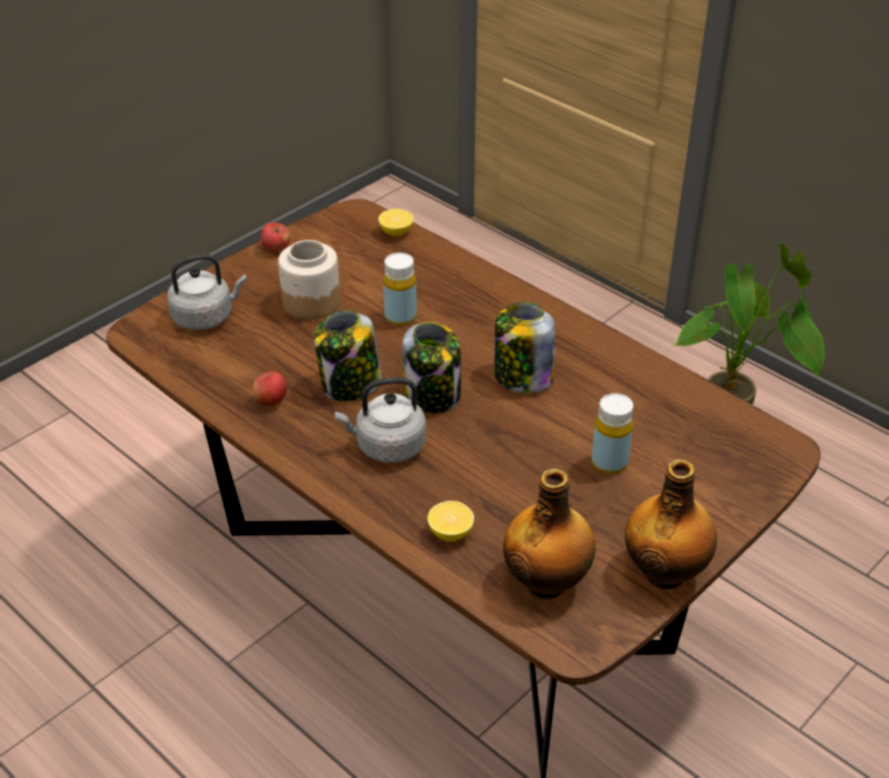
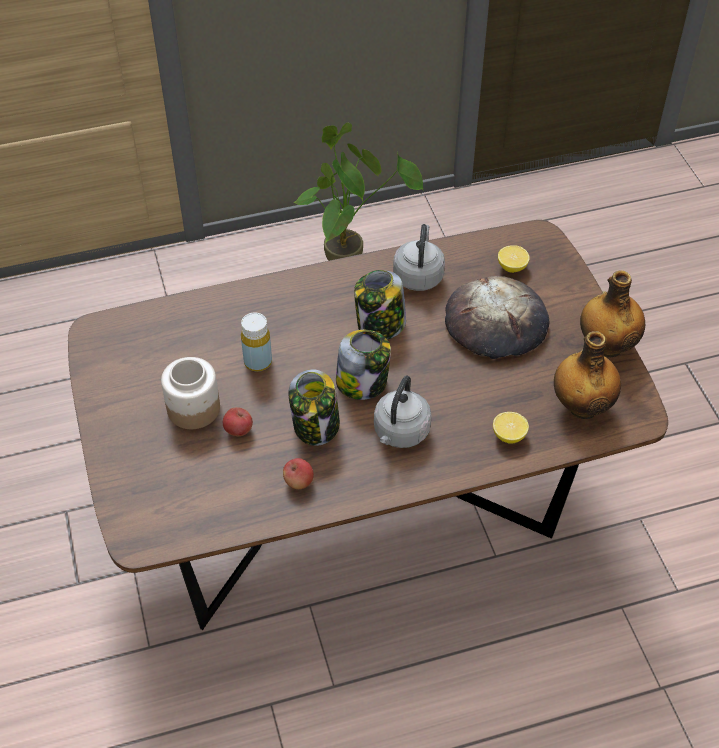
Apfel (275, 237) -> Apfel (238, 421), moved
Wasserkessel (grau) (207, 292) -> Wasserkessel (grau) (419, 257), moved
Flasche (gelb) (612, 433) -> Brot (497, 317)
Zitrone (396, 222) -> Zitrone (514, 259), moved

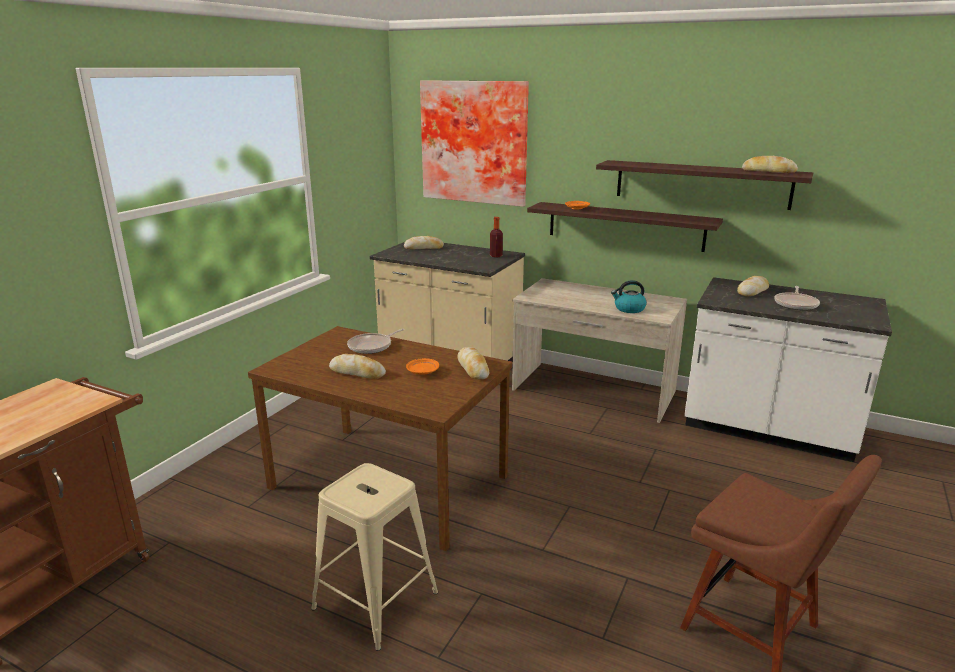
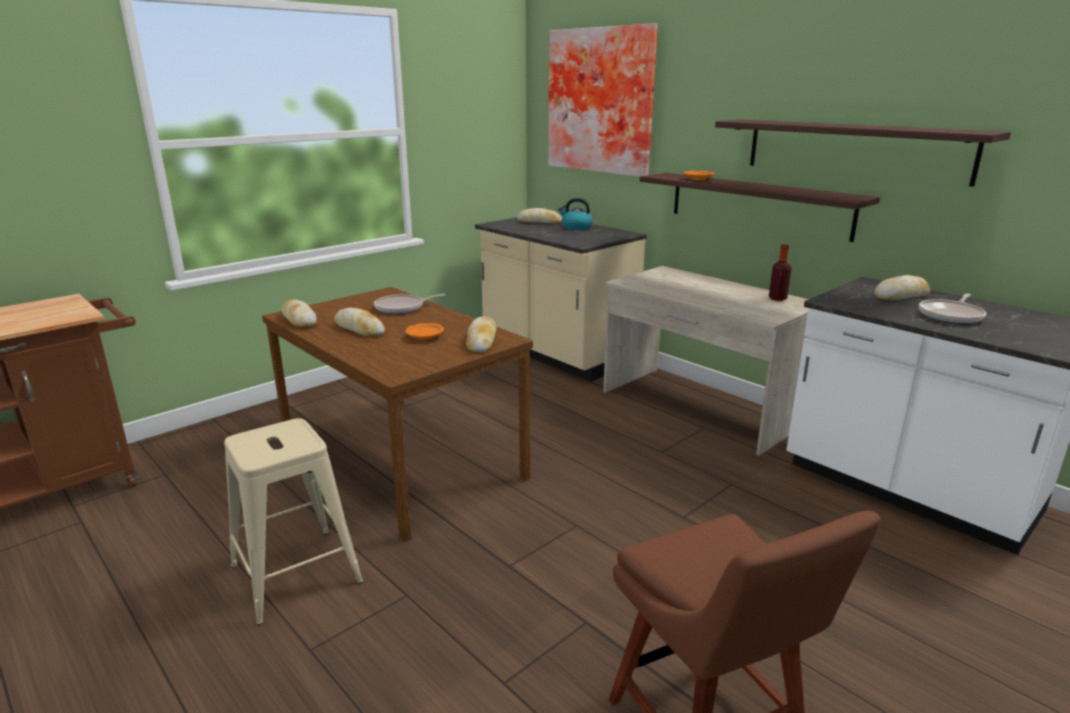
Brot (770, 164) -> Brot (299, 313), moved
Wasserkessel (629, 296) -> Wasserkessel (575, 214), moved
Flasche (496, 237) -> Flasche (780, 272), moved

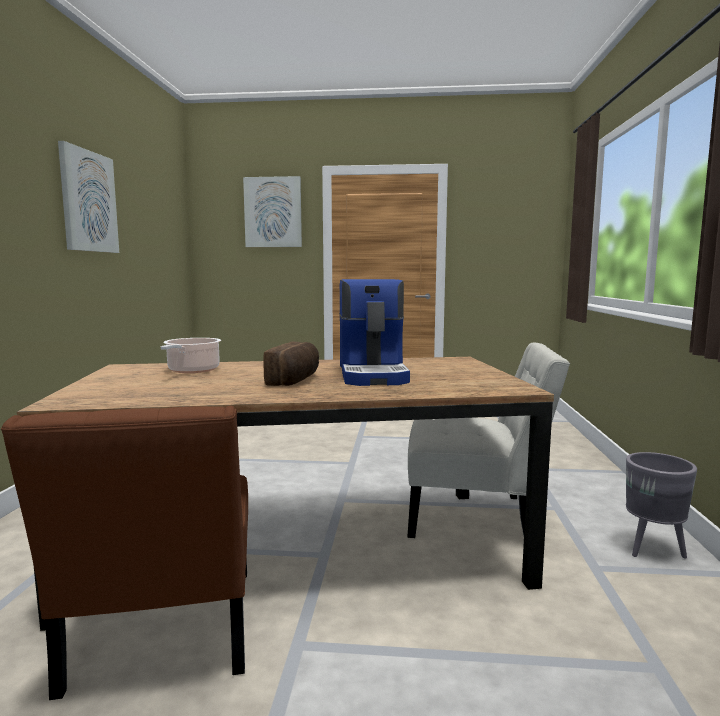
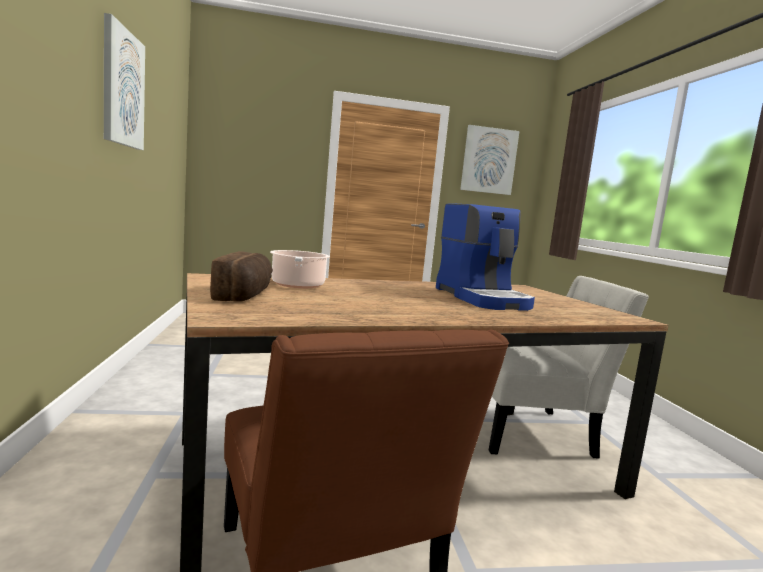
Brot (291, 364) -> Brot (241, 276), moved
Bild (272, 211) -> Bild (490, 160), moved
Pflanzkübel (grau) (661, 505) -> none

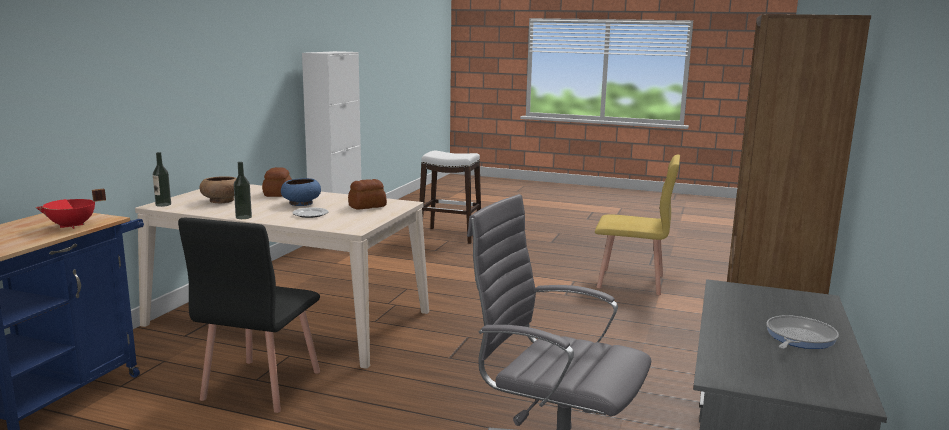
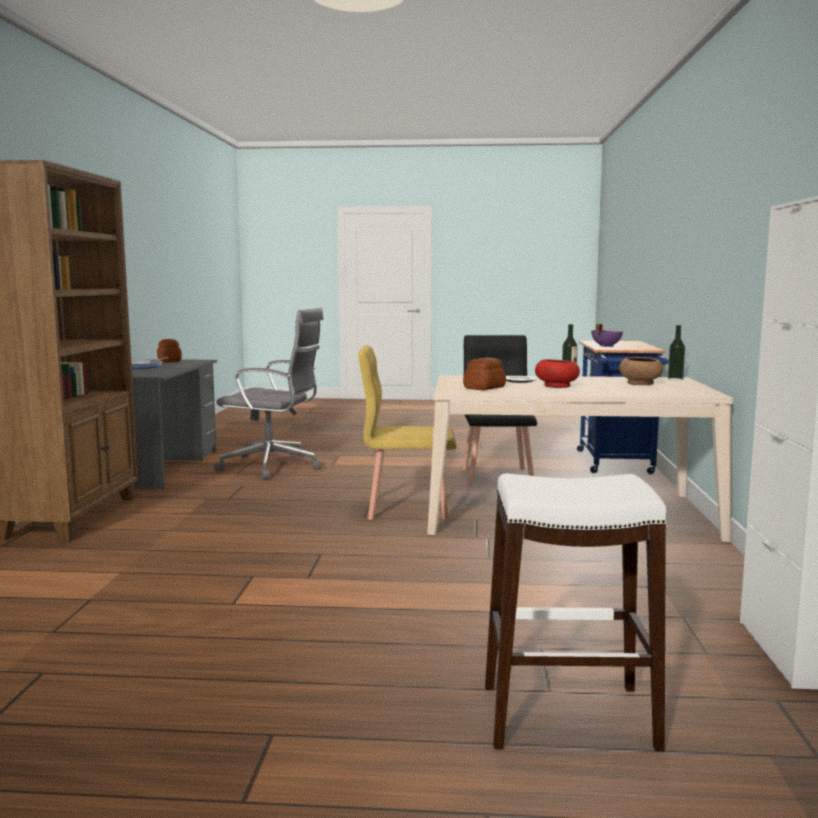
Brot (277, 182) -> Brot (169, 351), moved
Stuhl (gelb) (637, 225) -> Stuhl (gelb) (407, 432), moved
Schüssel (blau) (301, 192) -> Schüssel (rot) (557, 373)
Kochtopf (rot) (70, 209) -> Kochtopf (lila) (607, 335)

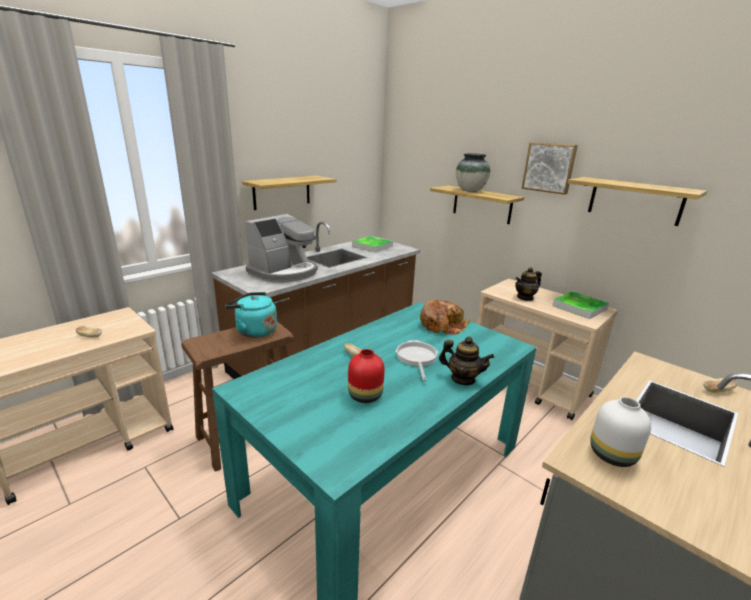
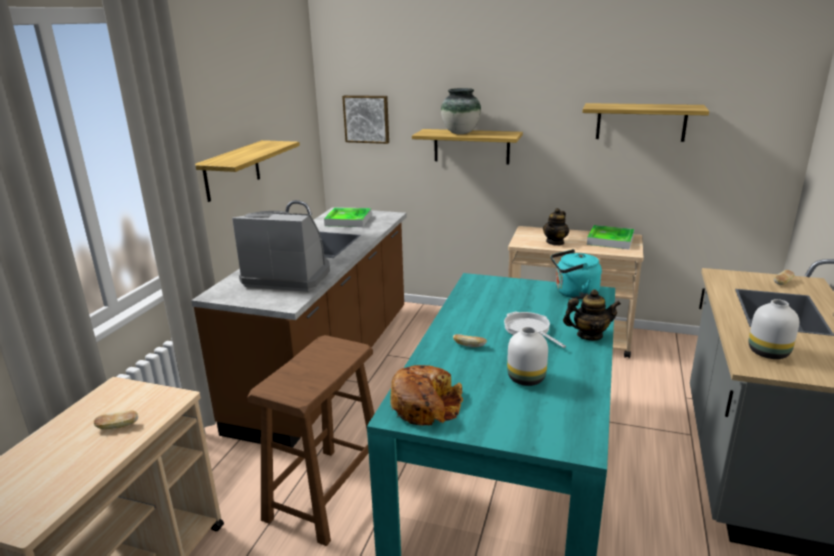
Kaffeemaschine (281, 248) -> Kaffeemaschine (281, 251), 90 degrees counterclockwise
Bild (550, 168) -> Bild (365, 119), moved
Brot (444, 317) -> Brot (426, 395), moved
Vase (rot) (366, 376) -> Vase (weiß) (527, 356)
Wasserkessel (türkis) (251, 315) -> Wasserkessel (türkis) (576, 274), moved

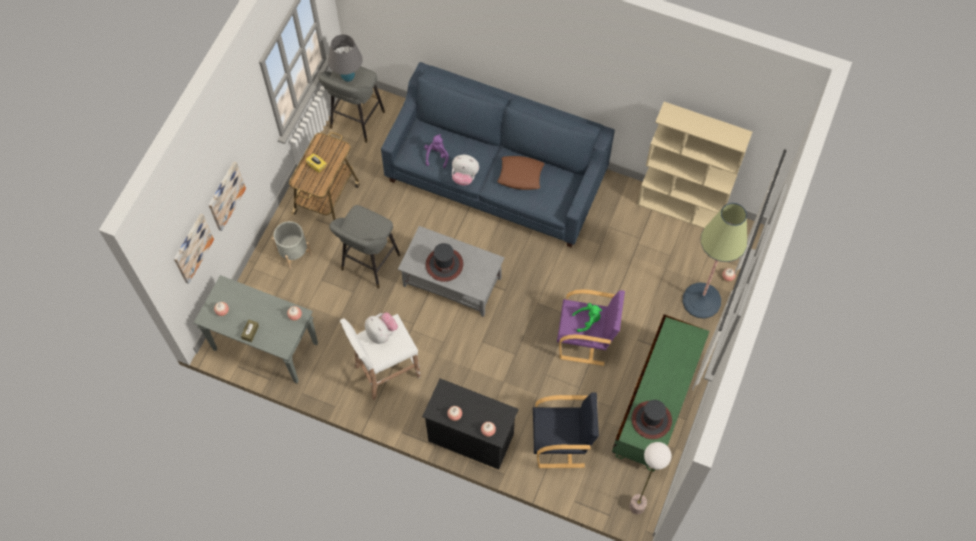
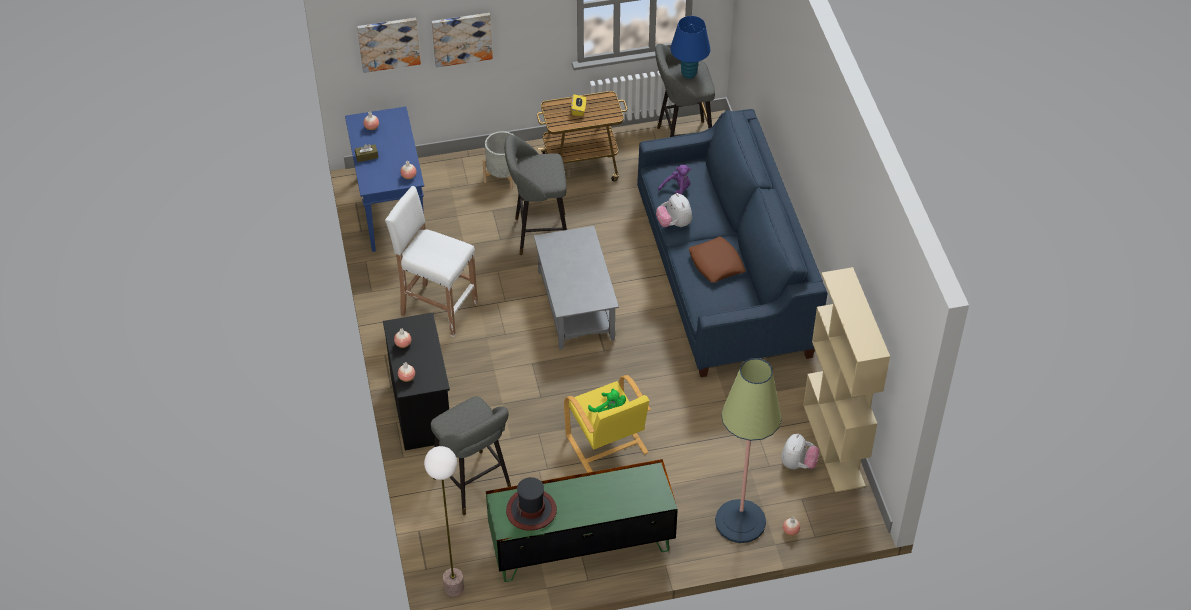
Konsolentisch (grau) (256, 329) -> Konsolentisch (blau) (384, 179)
Sessel (schwarz) (566, 430) -> Hocker (grau) (471, 455)
Sessel (lila) (591, 327) -> Sessel (gelb) (607, 424)
Tischlampe (grau) (345, 58) -> Tischlampe (blau) (690, 47)
Plüschtier (381, 328) -> Plüschtier (800, 451), moved
Hut (444, 262) -> none

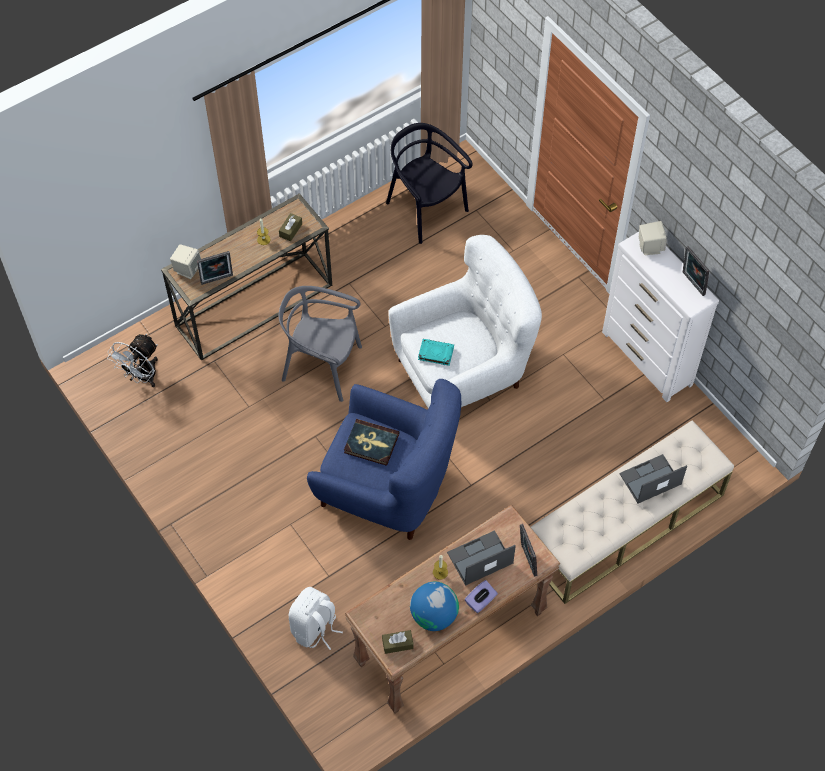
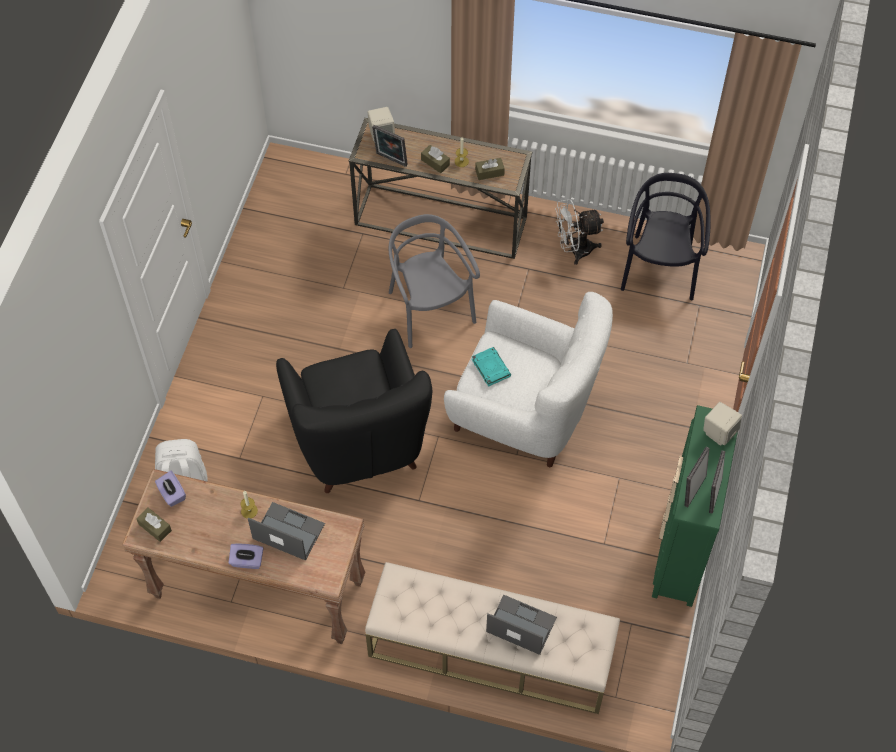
none -> Taschentuchbox (lila) (170, 488)
Sessel (blau) (384, 459) -> Sessel (schwarz) (354, 411)
none -> Taschentuchbox (braun) (435, 159)
Ventilator (weiß) (132, 360) -> Ventilator (weiß) (579, 232), moved
Kommode (weiß) (660, 317) -> Kommode (grün) (695, 506)
Bilderrahmen (528, 550) -> Bilderrahmen (697, 476), moved
Buch (371, 442) -> none
Globus (434, 606) -> none

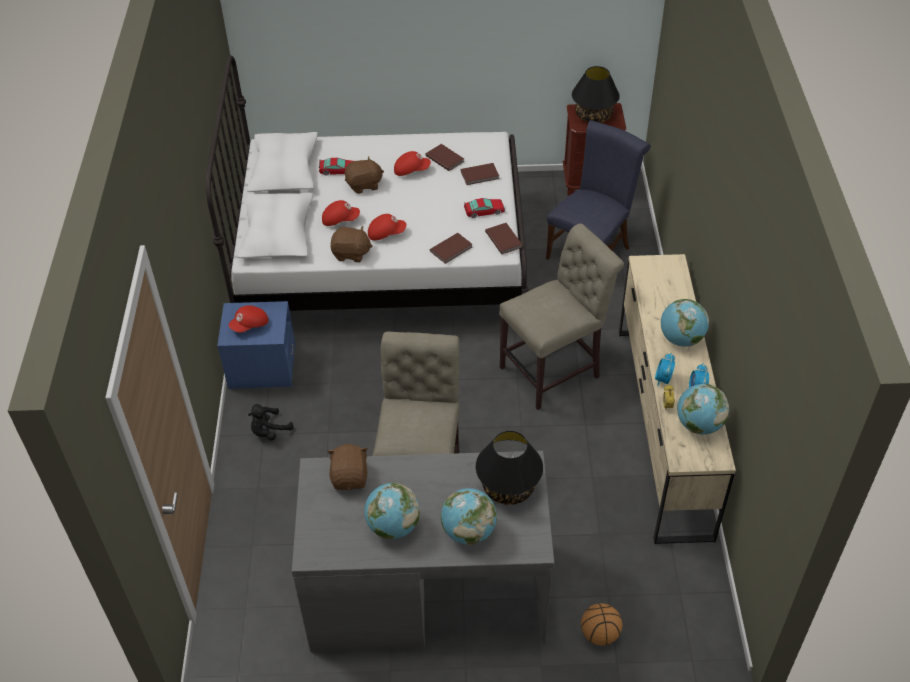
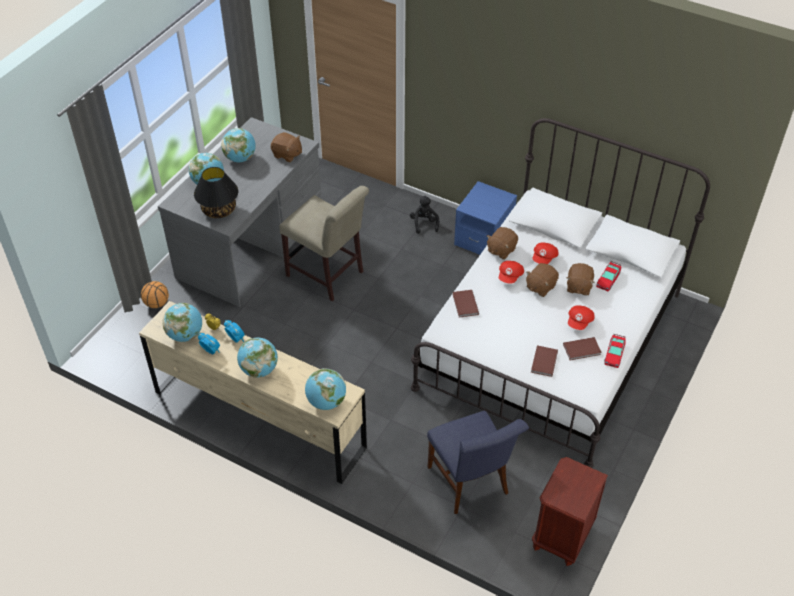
none -> Globus (325, 389)
none -> Plüschtier (braun) (542, 280)
Spielzeugauto (484, 208) -> Spielzeugauto (615, 351), moved
Kappe (rot) (249, 319) -> none
Buch (braun) (503, 238) -> none
Stuhl (beige) (561, 316) -> none
Tischlampe (schwarz) (596, 94) -> none

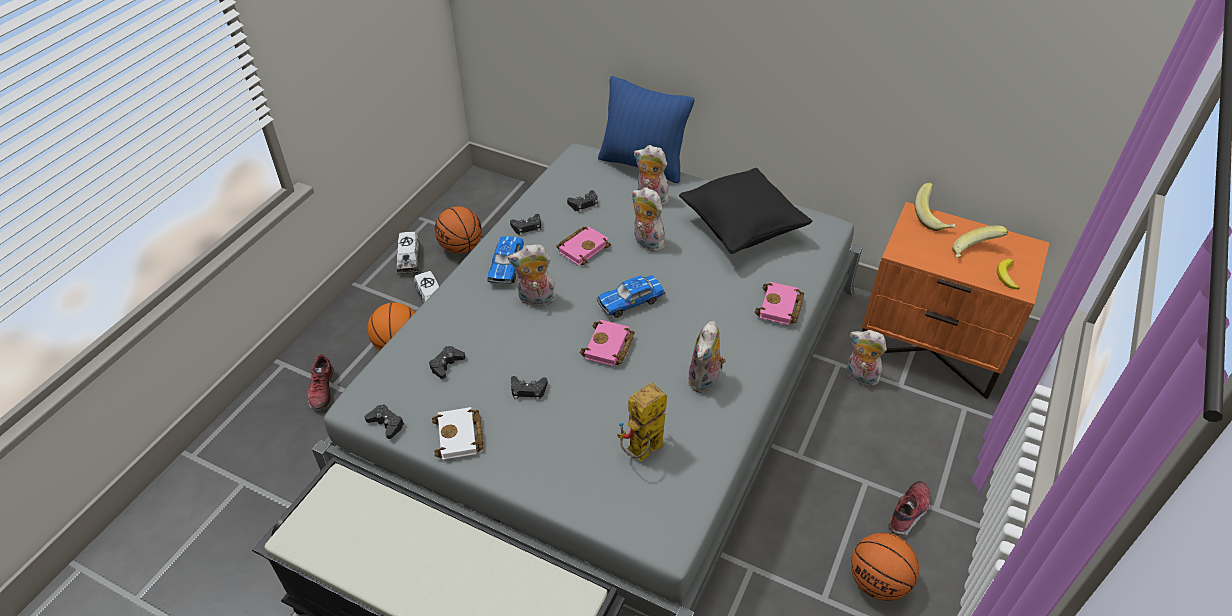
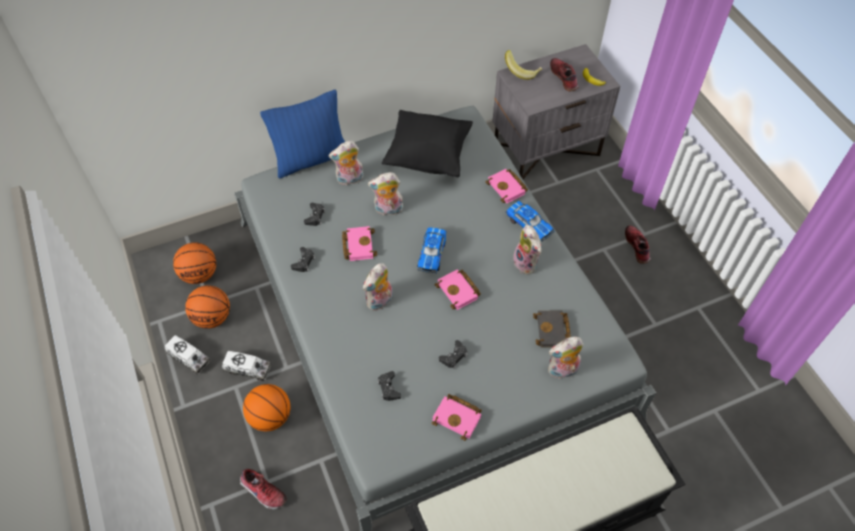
Basketball (885, 567) -> Basketball (194, 263), moved
Buch (weiß) (457, 433) -> Buch (rosa) (457, 417)
Nachttisch (orange) (956, 300) -> Nachttisch (grau) (556, 111)
Spielzeugauto (505, 260) -> Spielzeugauto (529, 221), moved
Spielzeugroboter (642, 422) -> Buch (schwarz) (552, 329)
Plüschtier (867, 358) -> Plüschtier (566, 357), moved
Banane (980, 241) -> Schuh (564, 75)
Gamepad (schwarz) (384, 421) -> none

